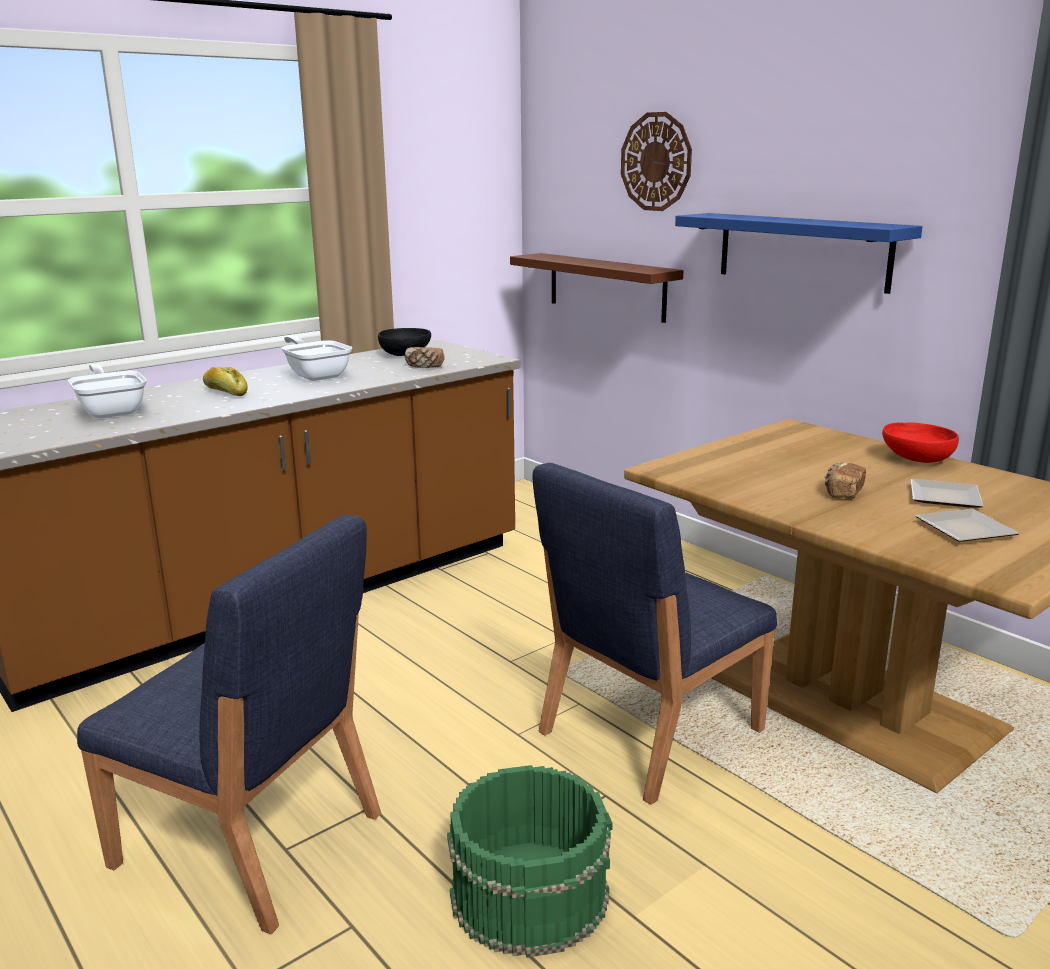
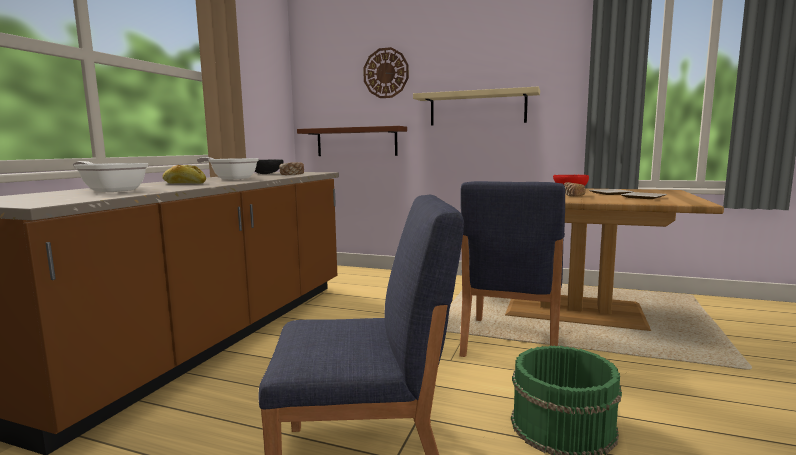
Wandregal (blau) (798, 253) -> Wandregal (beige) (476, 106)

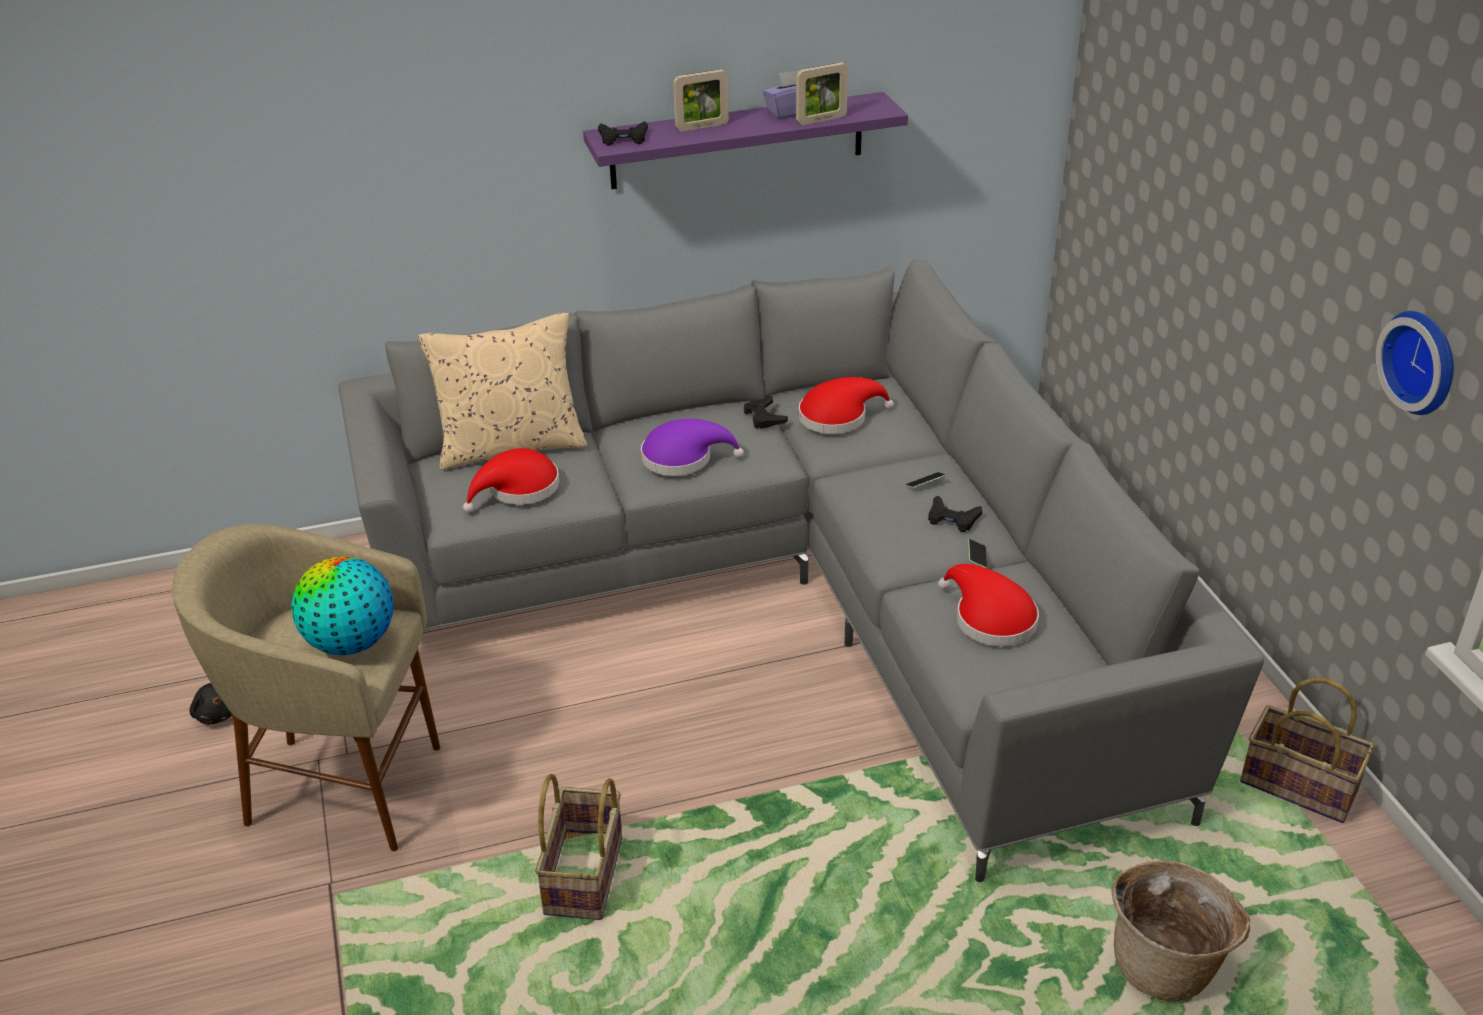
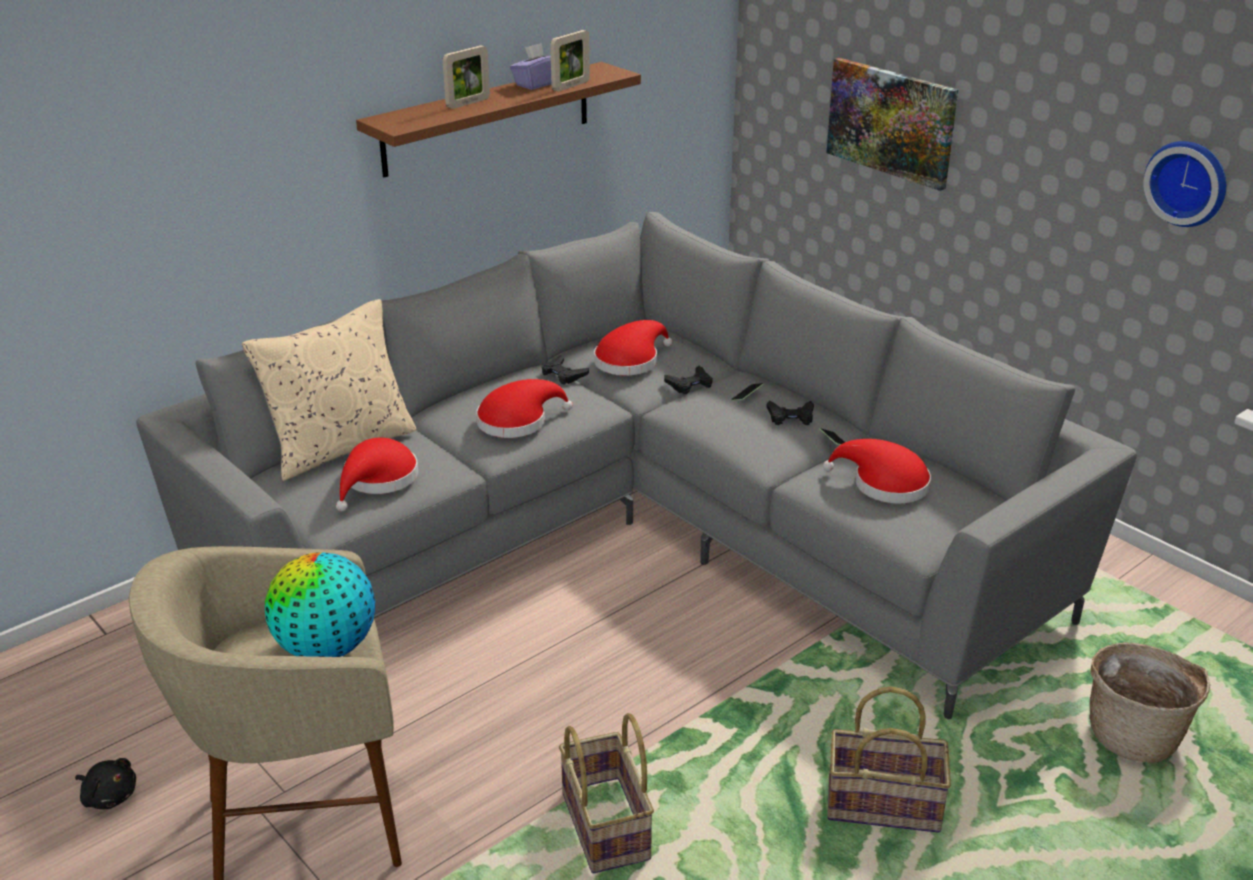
Wandregal (lila) (745, 140) -> Wandregal (braun) (498, 119)
Hut (lila) (692, 447) -> Hut (rot) (524, 408)
Gamepad (schwarz) (623, 133) -> Gamepad (schwarz) (688, 380), moved
none -> Bild (892, 124)
Korb (1307, 750) -> Korb (889, 759), moved

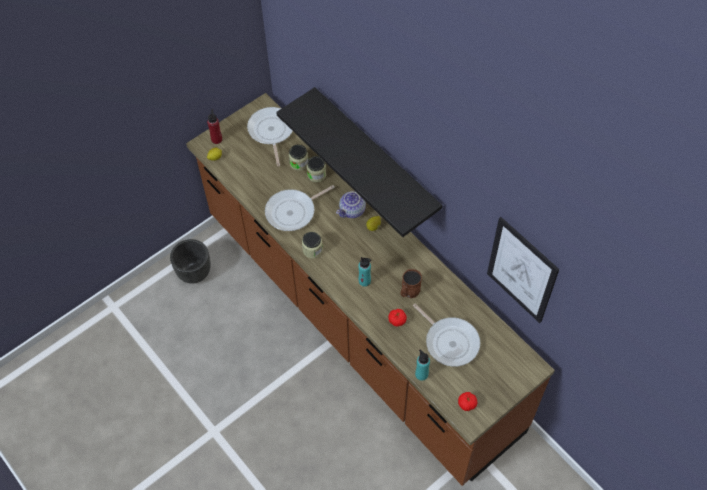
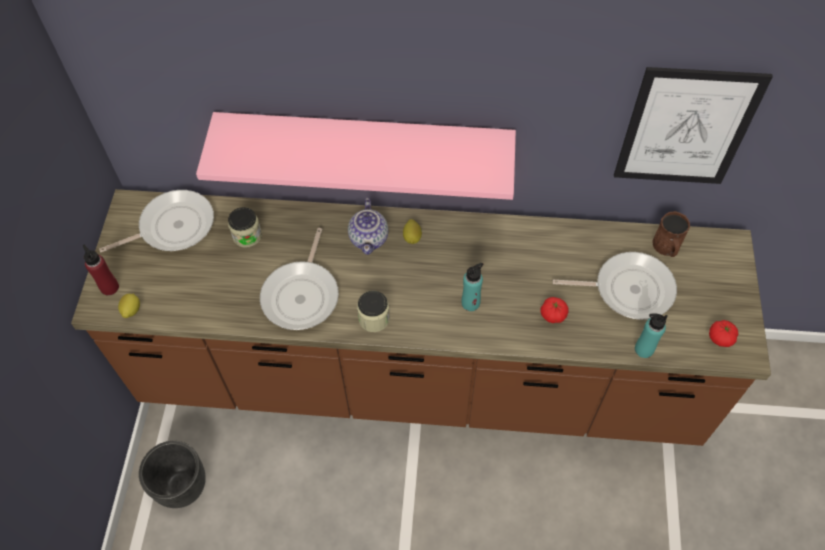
Pfanne (270, 137) -> Pfanne (156, 221), 120 degrees clockwise
Wandregal (schwarz) (359, 162) -> Wandregal (rosa) (356, 156)
Henkelbecher (braun) (411, 283) -> Henkelbecher (braun) (671, 234), moved
Vorratsglas (316, 169) -> none

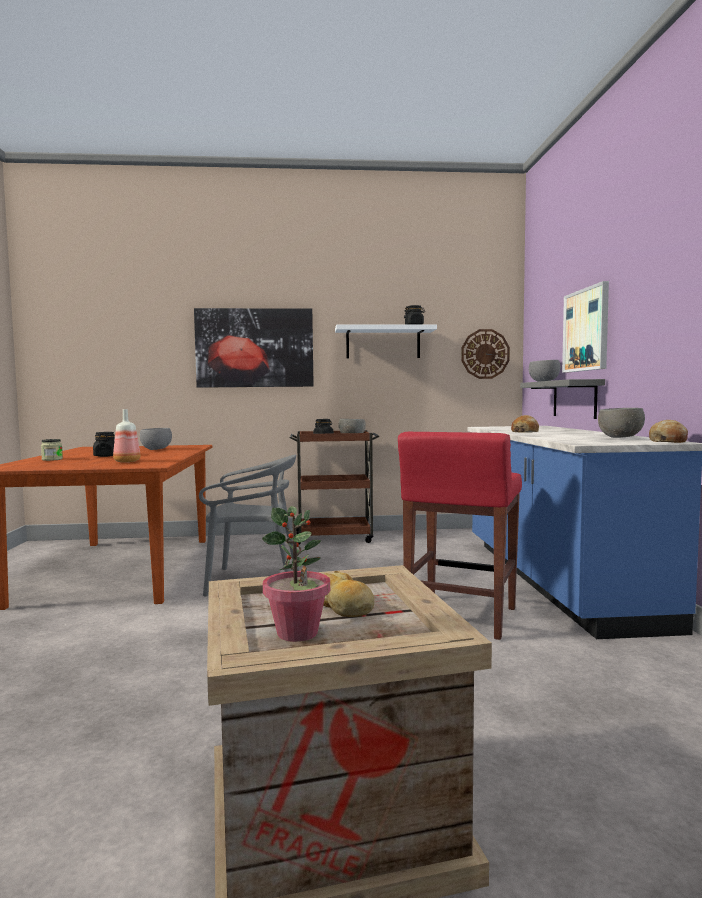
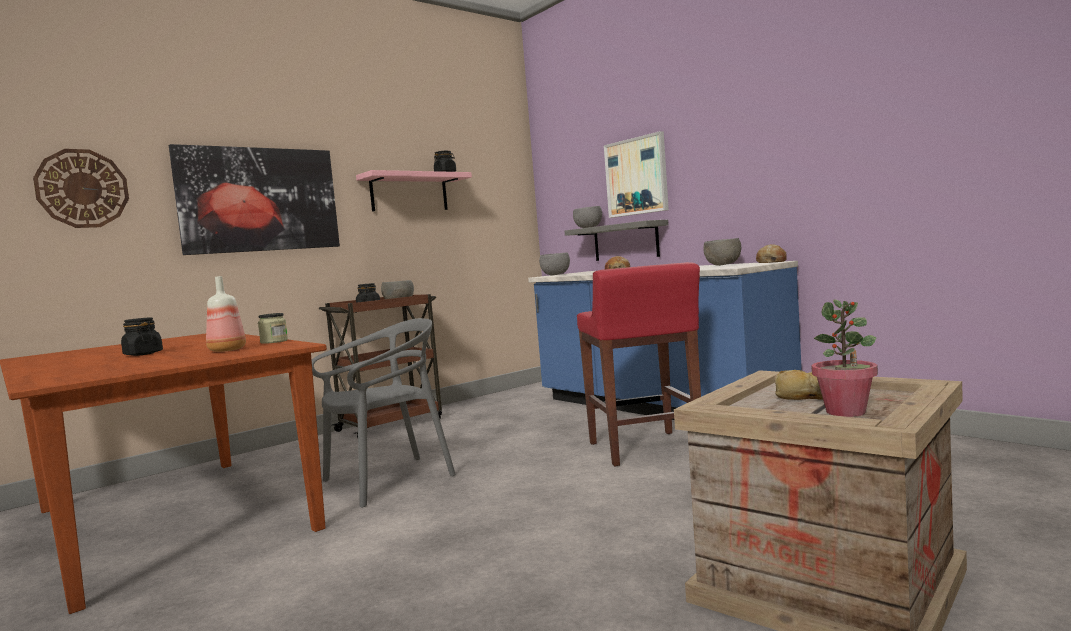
Wanduhr (485, 354) -> Wanduhr (81, 188), moved
Vorratsglas (52, 450) -> Vorratsglas (273, 328), moved
Wandregal (weiß) (386, 341) -> Wandregal (rosa) (414, 190)
Schüssel (grau) (156, 439) -> Schüssel (grau) (554, 264), moved

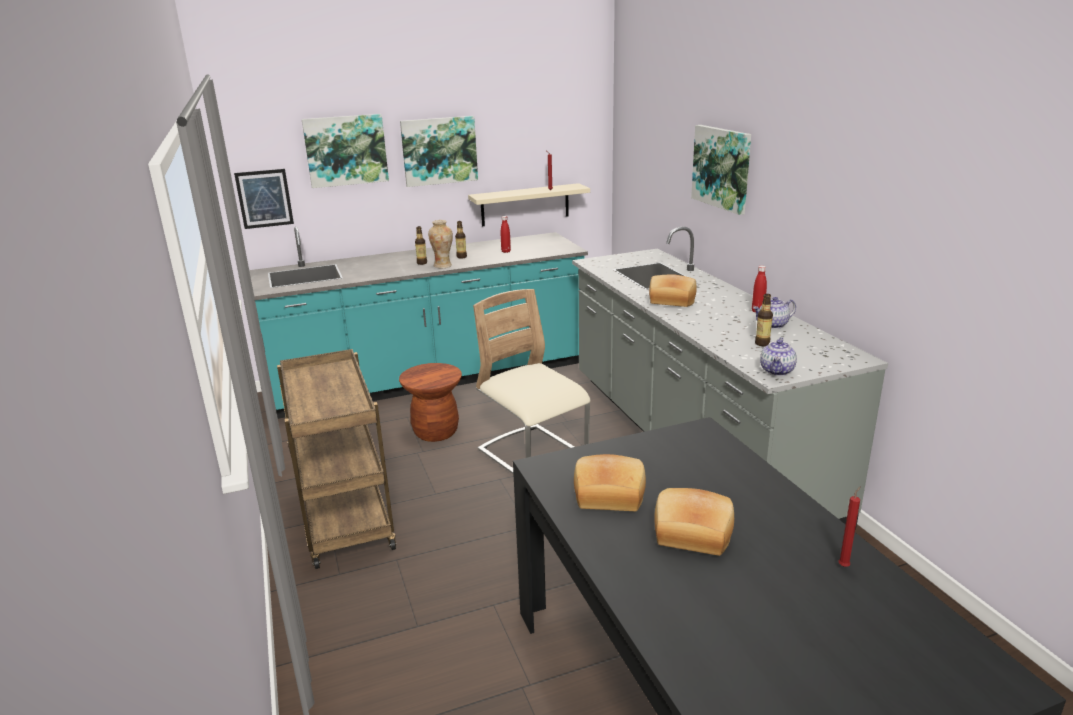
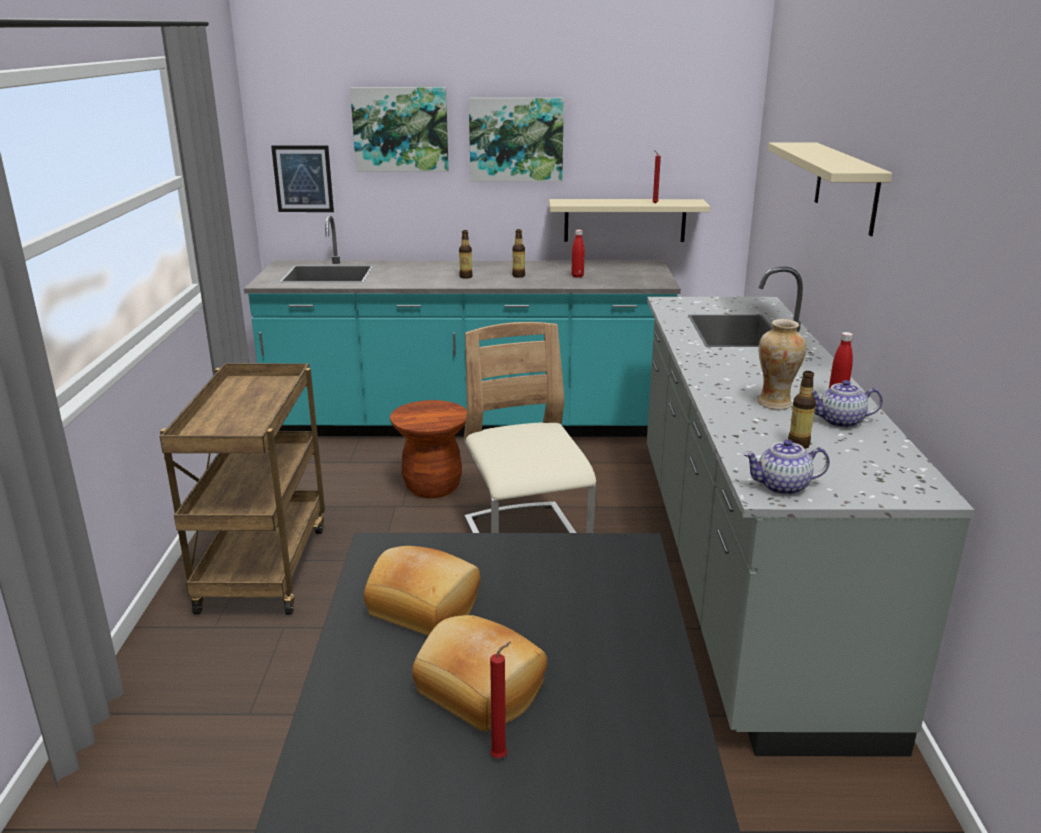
Kerze (rot) (849, 527) -> Kerze (rot) (500, 700), moved
Teekanne (778, 356) -> Teekanne (786, 467), 45 degrees clockwise
Vase (440, 244) -> Vase (781, 364), moved
Bild (721, 170) -> Wandregal (beige) (830, 189)
Brot (673, 290) -> none

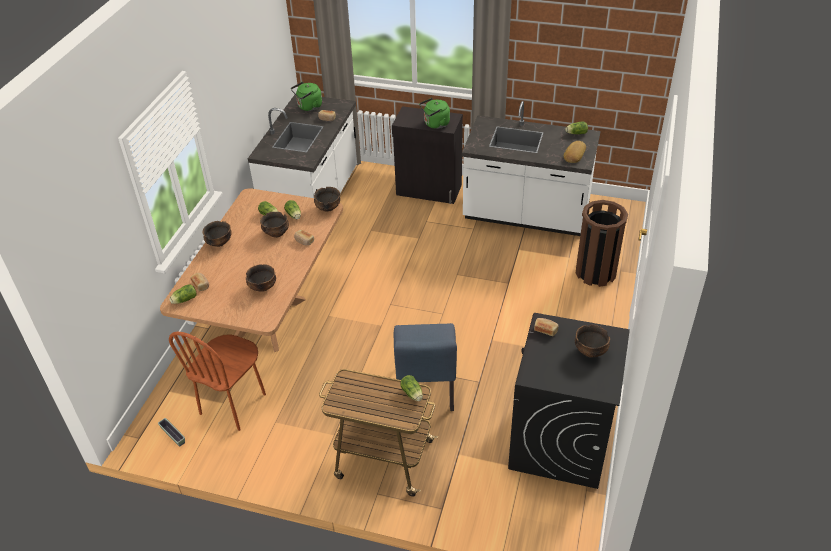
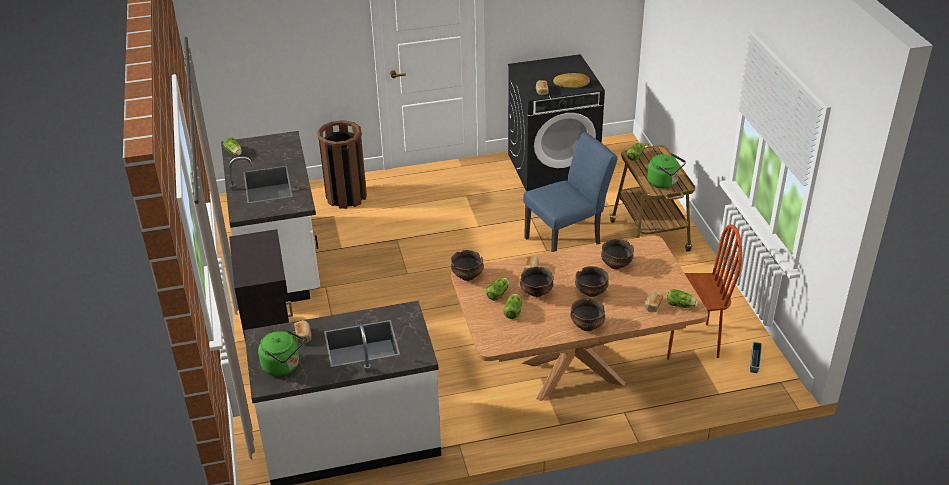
Brot (575, 152) -> Brot (571, 80), moved
Schüssel (592, 341) -> Schüssel (592, 281), moved
Wasserkessel (grün) (434, 113) -> Wasserkessel (grün) (666, 171), moved

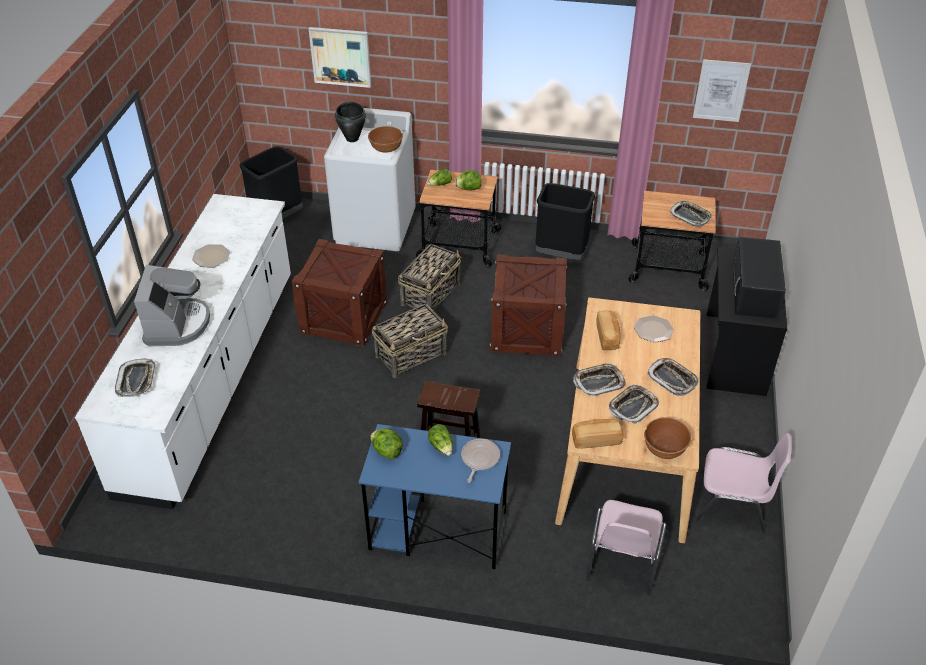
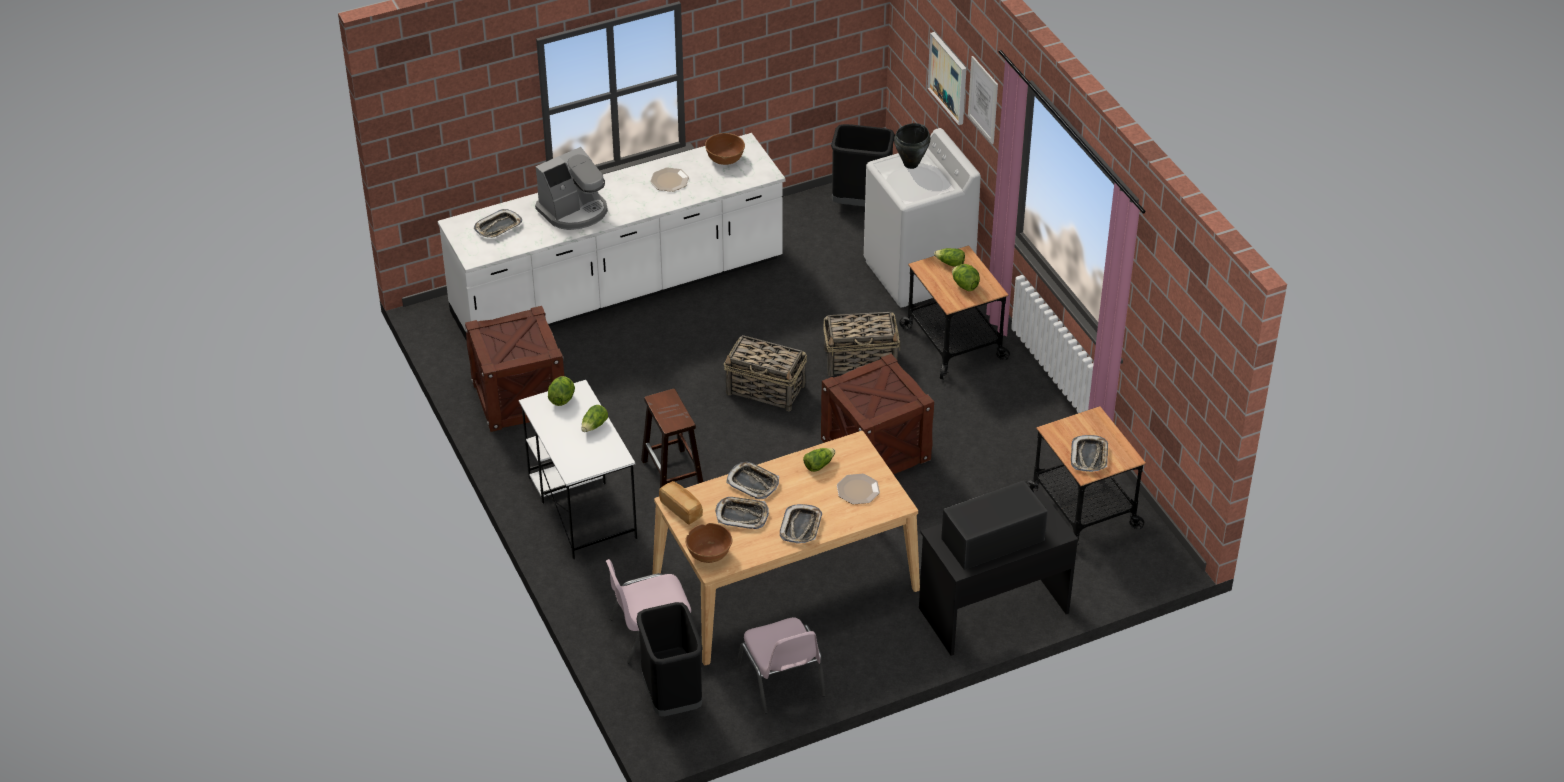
Kiste (339, 293) -> Kiste (515, 369), moved
Schreibtisch (blau) (434, 496) -> Schreibtisch (weiß) (578, 470)
Mülleimer (schwarz) (565, 221) -> Mülleimer (schwarz) (669, 659), moved
Schüssel (braun) (385, 139) -> Schüssel (braun) (725, 149), moved
Brot (608, 330) -> Salatkopf (819, 460)
Bild (722, 90) -> Bild (983, 100), moved
Pfanne (480, 461) -> none

